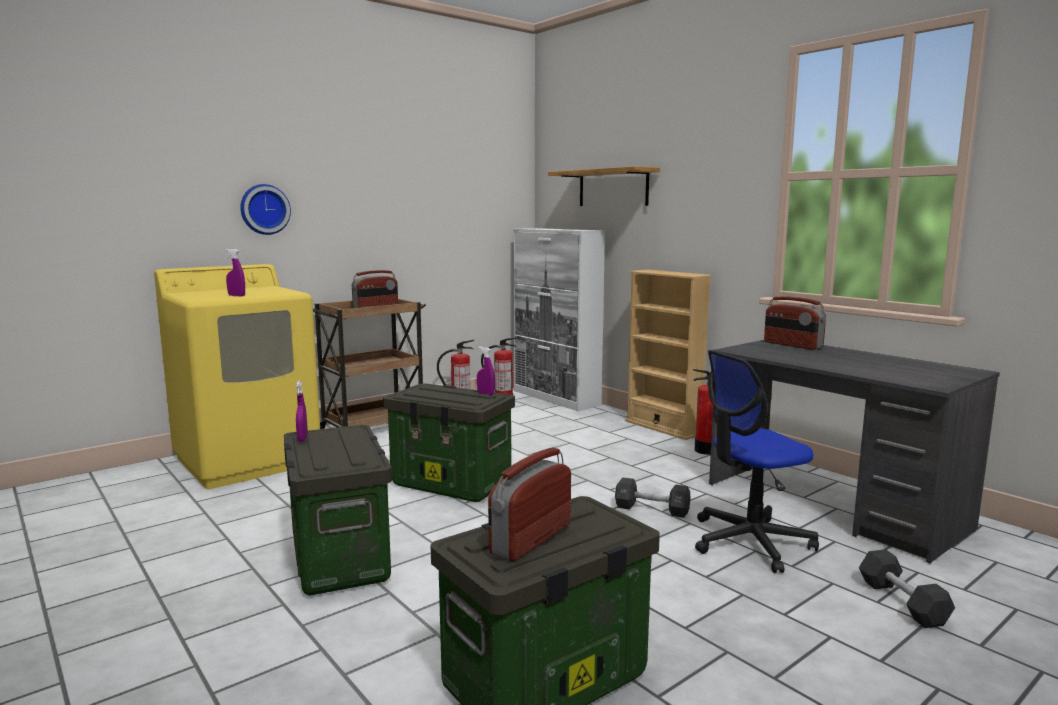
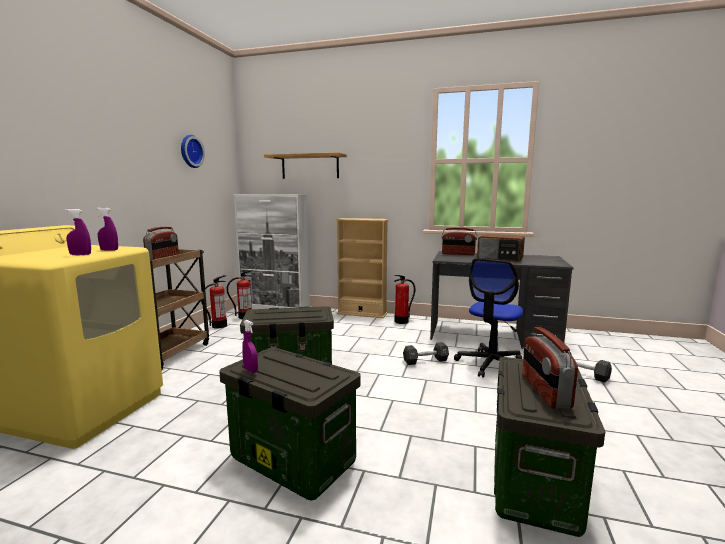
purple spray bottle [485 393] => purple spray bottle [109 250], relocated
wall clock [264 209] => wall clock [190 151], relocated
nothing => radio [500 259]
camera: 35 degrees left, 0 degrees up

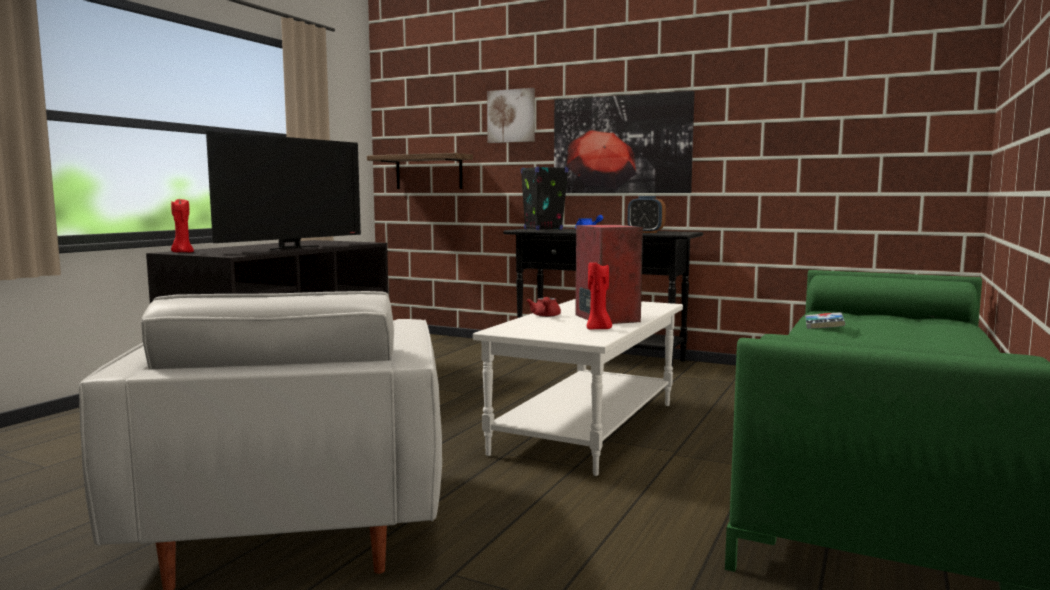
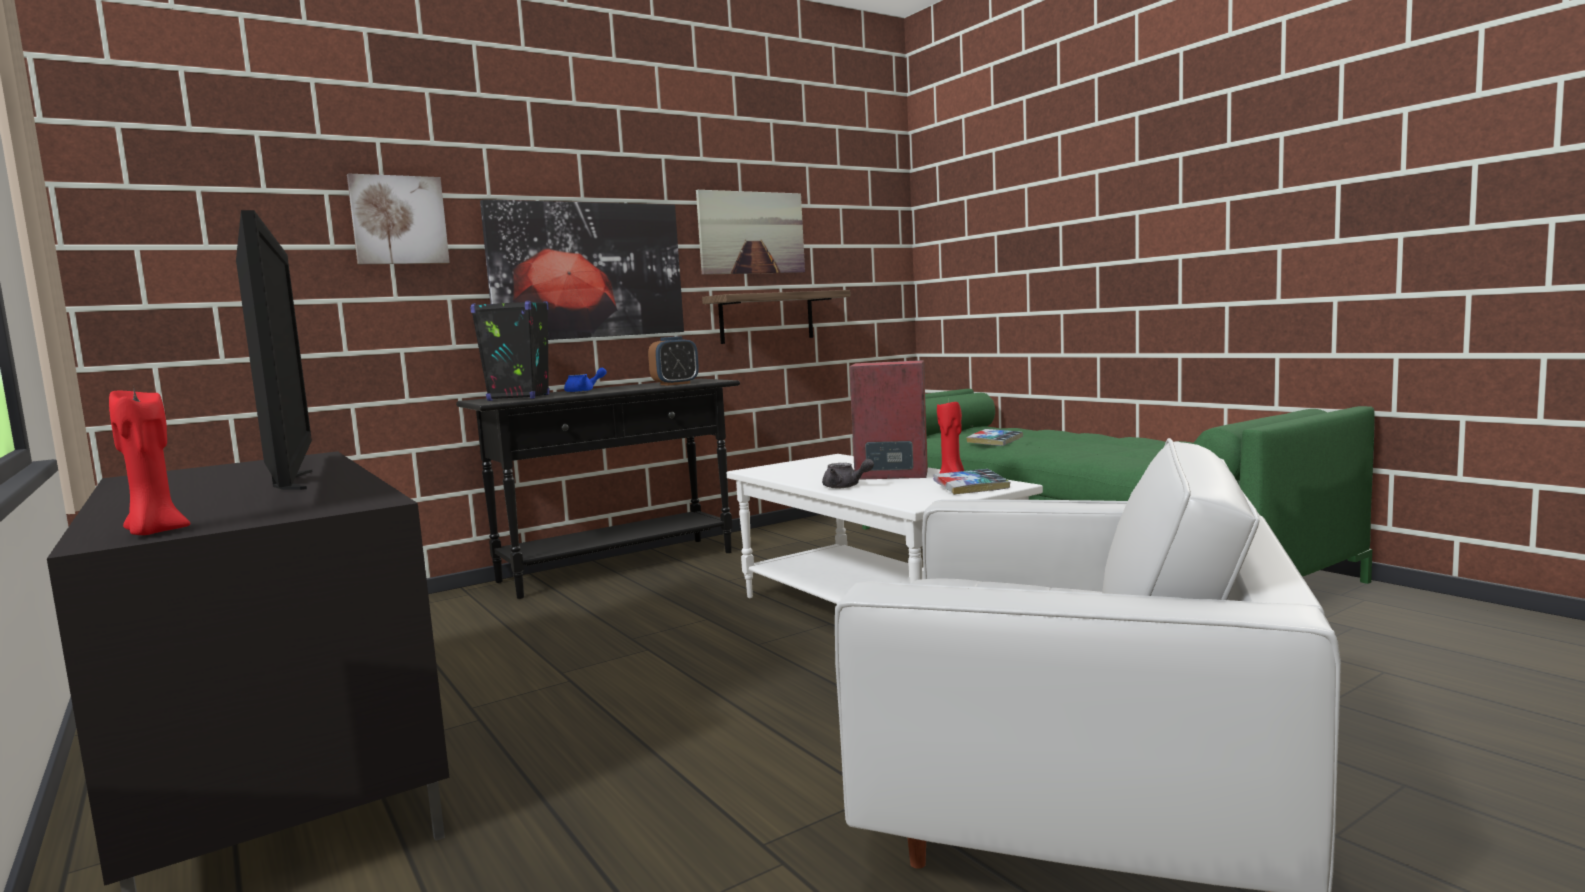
nothing => picture [751 233]
shelf [429 172] => shelf [766 317], relocated
red teapot [545 316] => grey teapot [845 487]
nothing => book [971 488]
camera: 60 degrees left, 0 degrees up

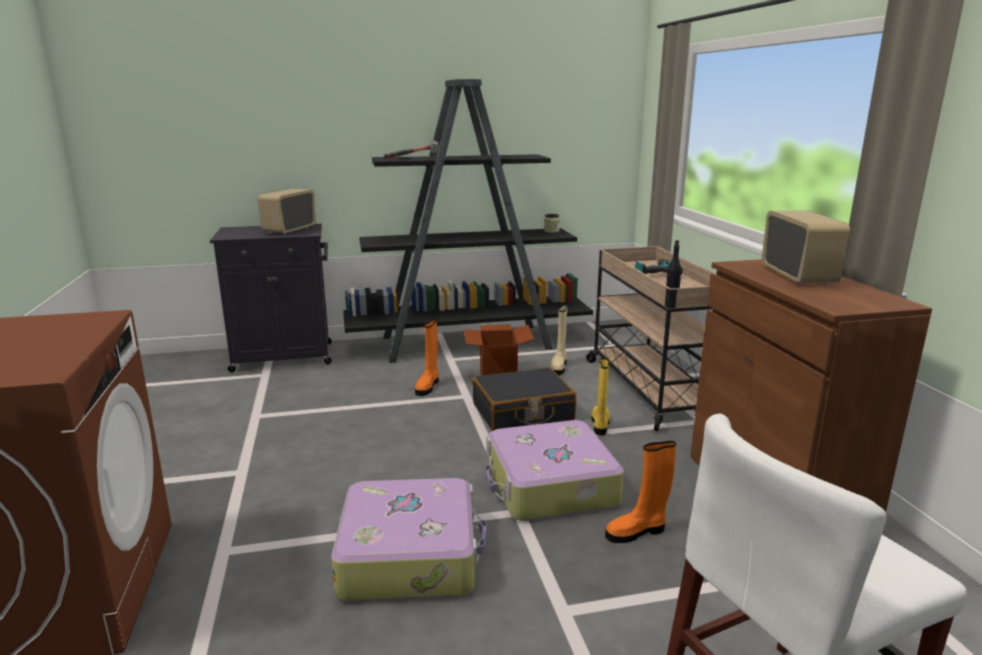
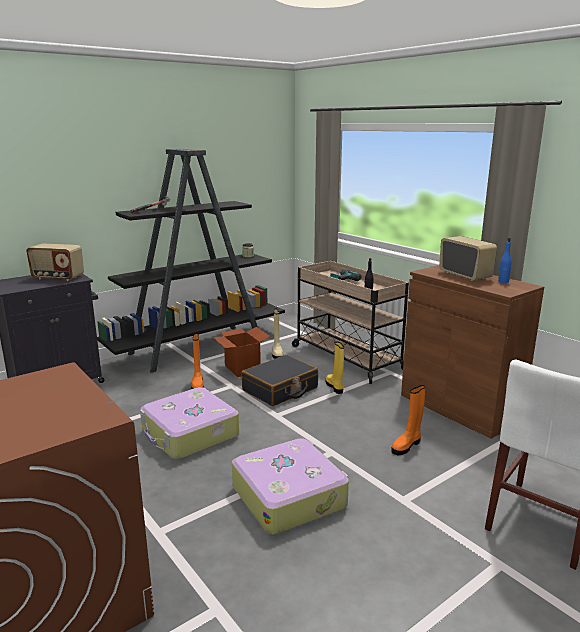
radio [289 230] => radio [57 278], 75 degrees counterclockwise
suitcase [549 486] => suitcase [189 434], relocated
nothing => blue bottle [503 281]
camera: 25 degrees left, 0 degrees up

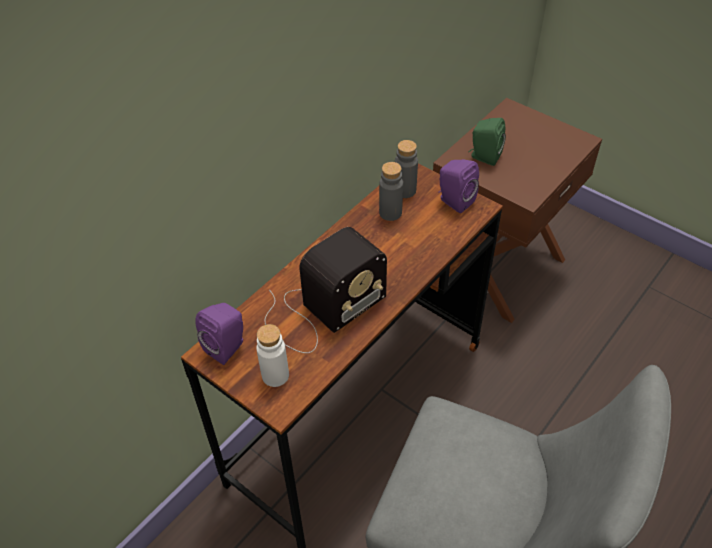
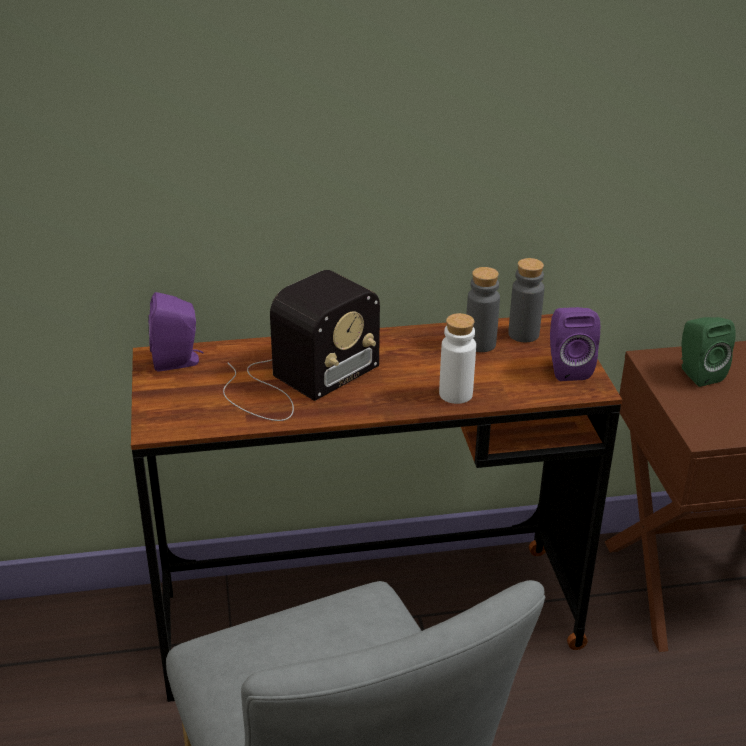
radio [321 311] => radio [296 381], 45 degrees counterclockwise
white bottle [275 375] => white bottle [455 394], relocated
camera: 40 degrees right, 15 degrees down

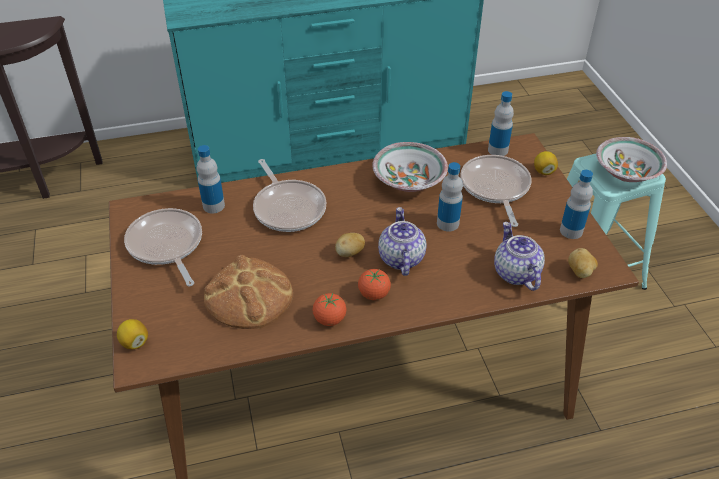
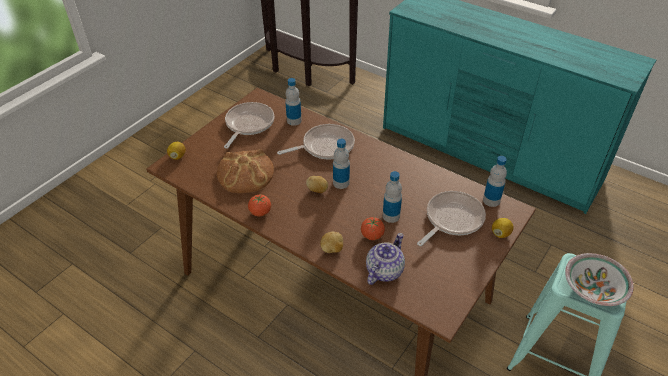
frying pan [288 207] => frying pan [325 146], 135 degrees counterclockwise
potato [580 272] => potato [332 249], relocated
bottle [571 231] => bottle [341 183], relocated
tomato [374 294] => tomato [372 236], relocated
bowl [408 180] => nothing
teapot [400 258] => nothing
camera: 50 degrees right, 0 degrees up

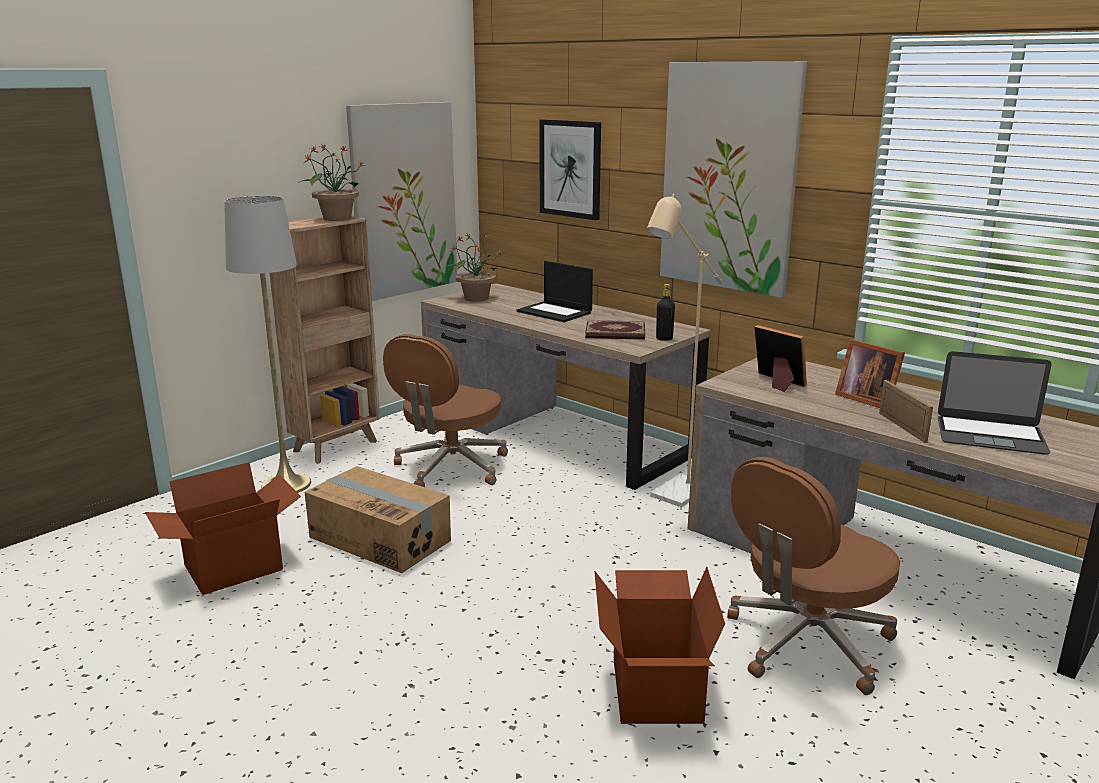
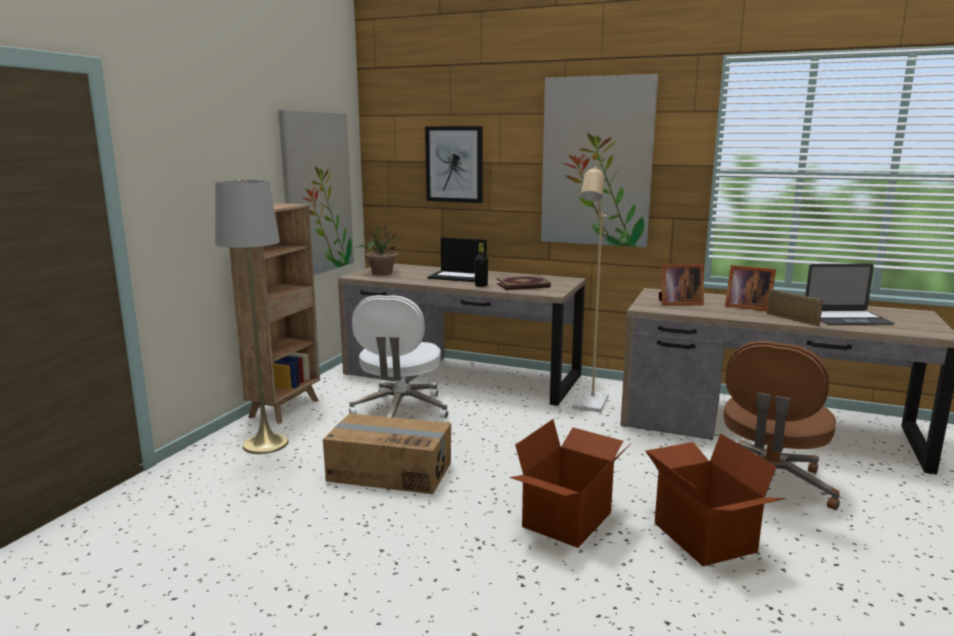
brown office chair [450 468] => white office chair [400 411]
black bottle [664 338] => black bottle [481 285], relocated
cardboard box [234 569] => cardboard box [568 520], relocated
picture frame [777 382] => picture frame [678 303], 150 degrees clockwise
potted plant [336 218] => nothing
camera: 20 degrees left, 5 degrees down

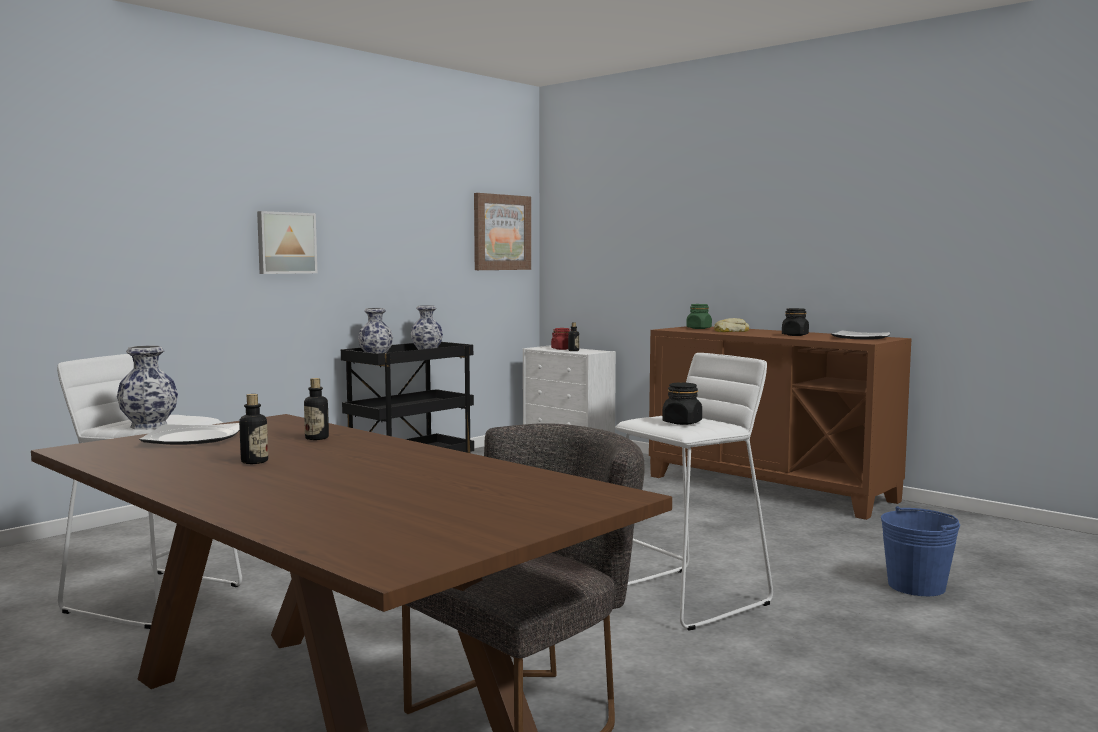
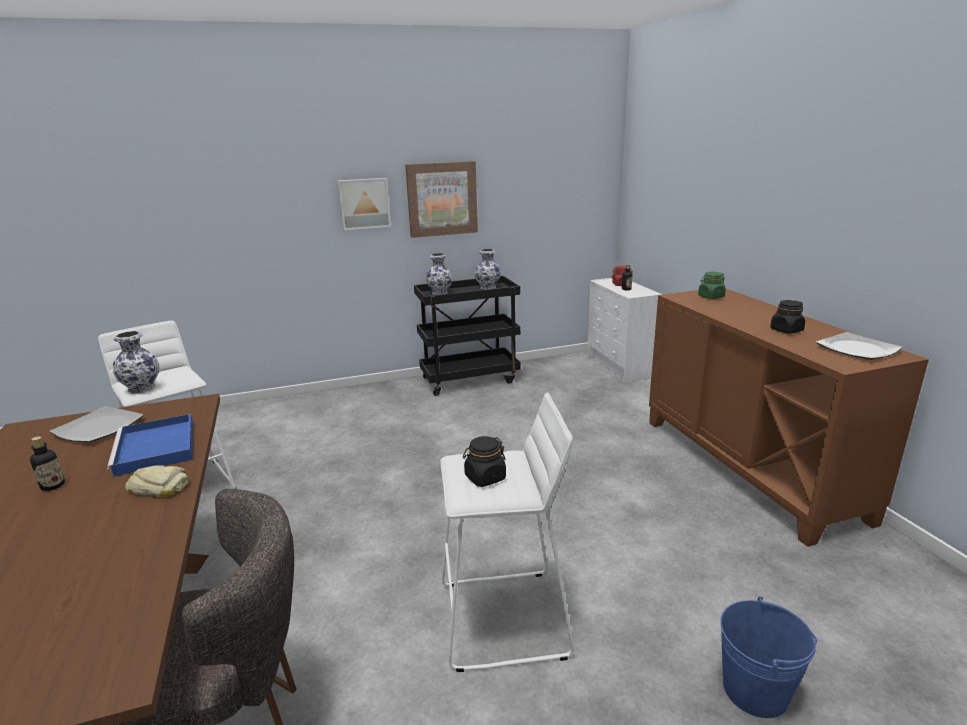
bottle [317 438] => blue tray [156 448]
bread [730 331] => bread [159 486], relocated
picture [501 232] => picture [442 199], relocated
camera: 30 degrees right, 15 degrees up

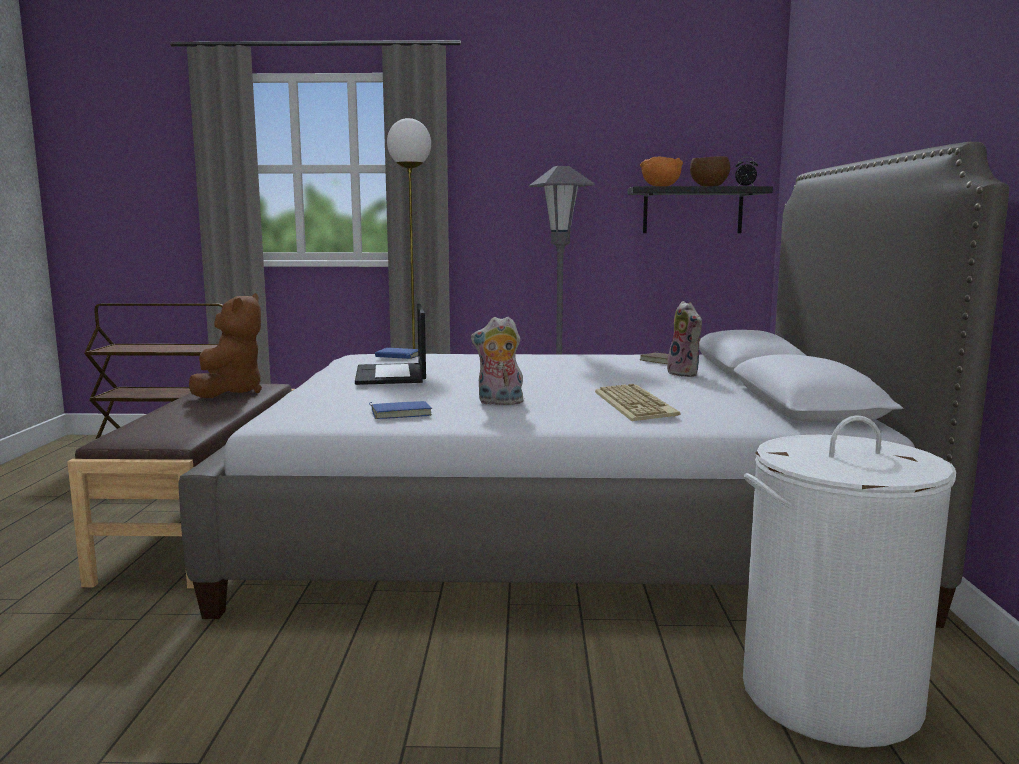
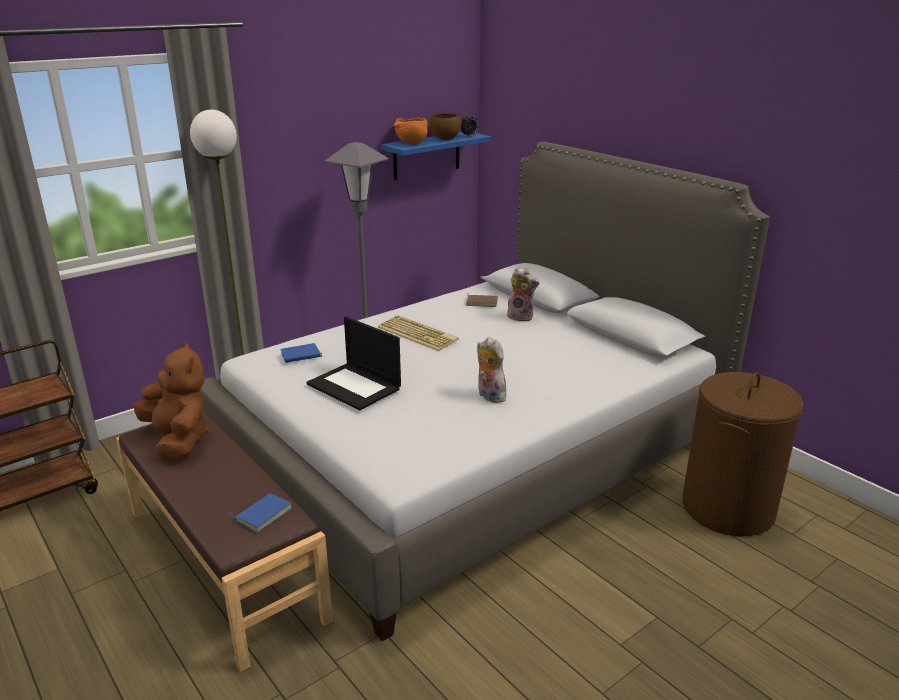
blue book [401 413] => blue book [262 514], relocated
keyboard [637 405] => keyboard [419 334], relocated
black shelf [692 210] => blue shelf [426 155]
plush toy [499 403] => plush toy [489 396], 90 degrees clockwise
white laundry basket [830 696] => brown laundry basket [728 508]
camera: 40 degrees left, 15 degrees up

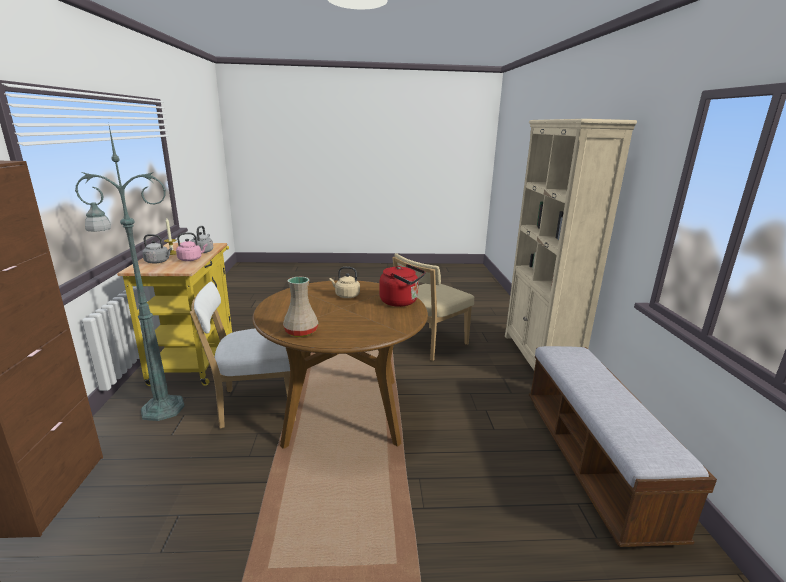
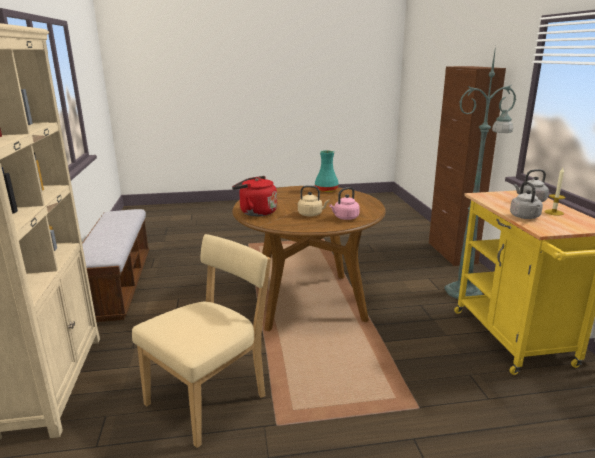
beige vase [300 332] => turquoise vase [327 190]
pink kettle [191 259] => pink kettle [345 218], relocated
white chair [255 405] => nothing
camera: 175 degrees right, 0 degrees up

